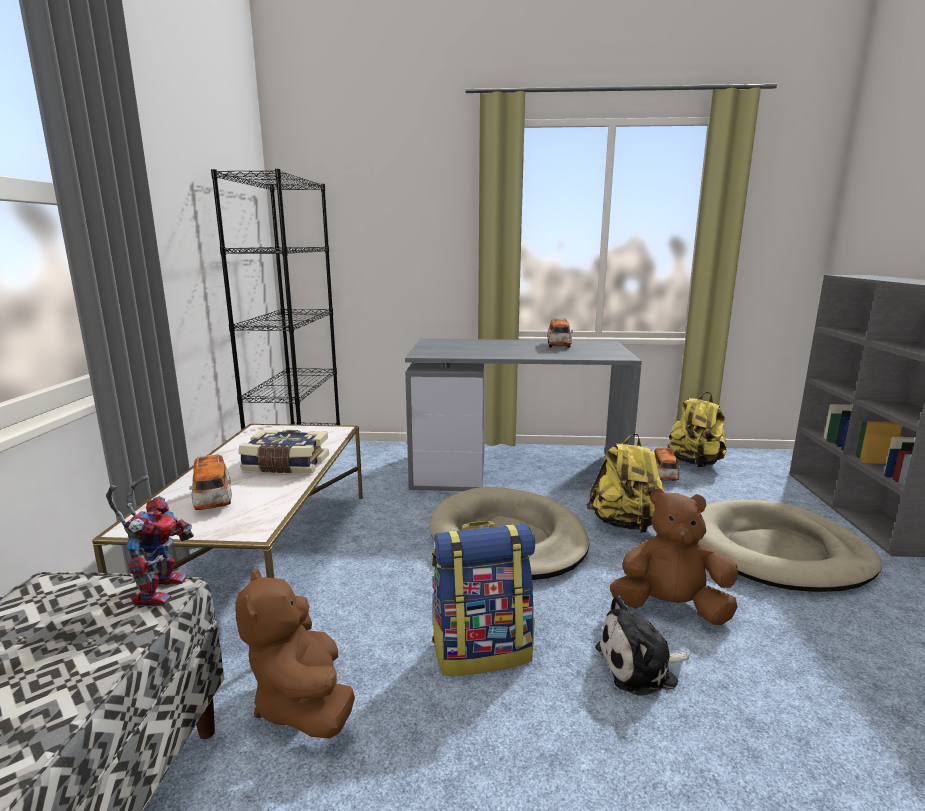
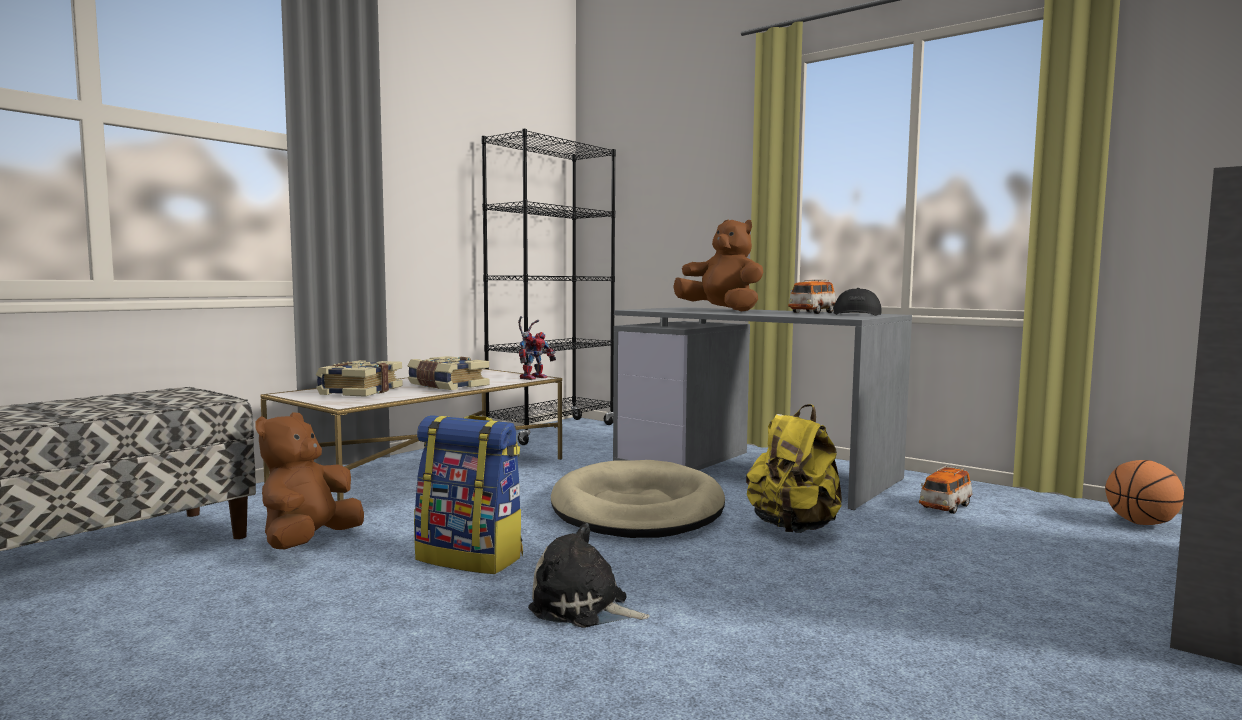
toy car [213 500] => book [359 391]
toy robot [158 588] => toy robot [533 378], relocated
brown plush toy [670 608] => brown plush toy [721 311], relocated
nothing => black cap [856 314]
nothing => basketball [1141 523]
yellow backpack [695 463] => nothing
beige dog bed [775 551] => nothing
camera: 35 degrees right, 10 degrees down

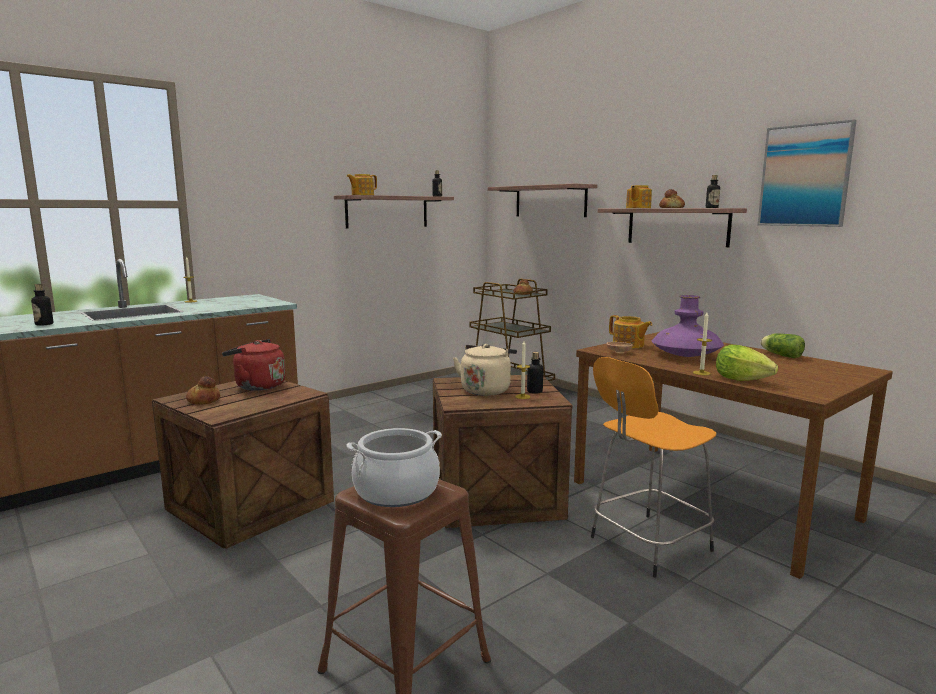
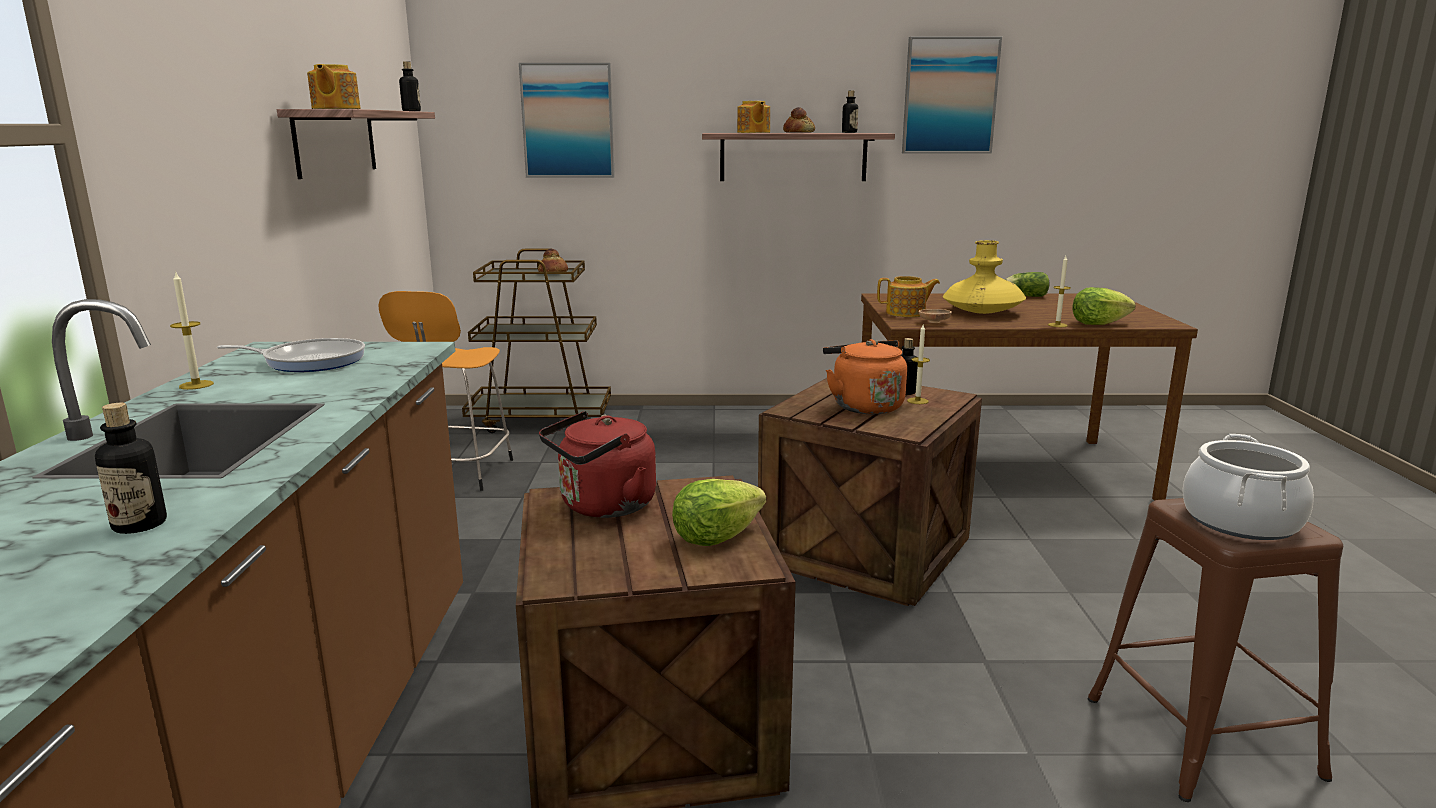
nothing => frying pan [310 361]
orange stool [647 545] => orange stool [457 474], relocated
shelf [550 201] => picture [568 121]
nothing => lettuce [715 537]
beige kettle [486 390] => orange kettle [864 406]
purple vase [686 355] => yellow vase [982 312]
bread [203 400] => nothing
camera: 50 degrees left, 5 degrees up

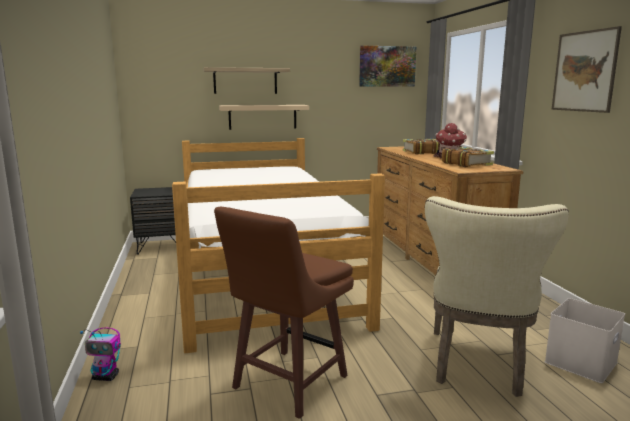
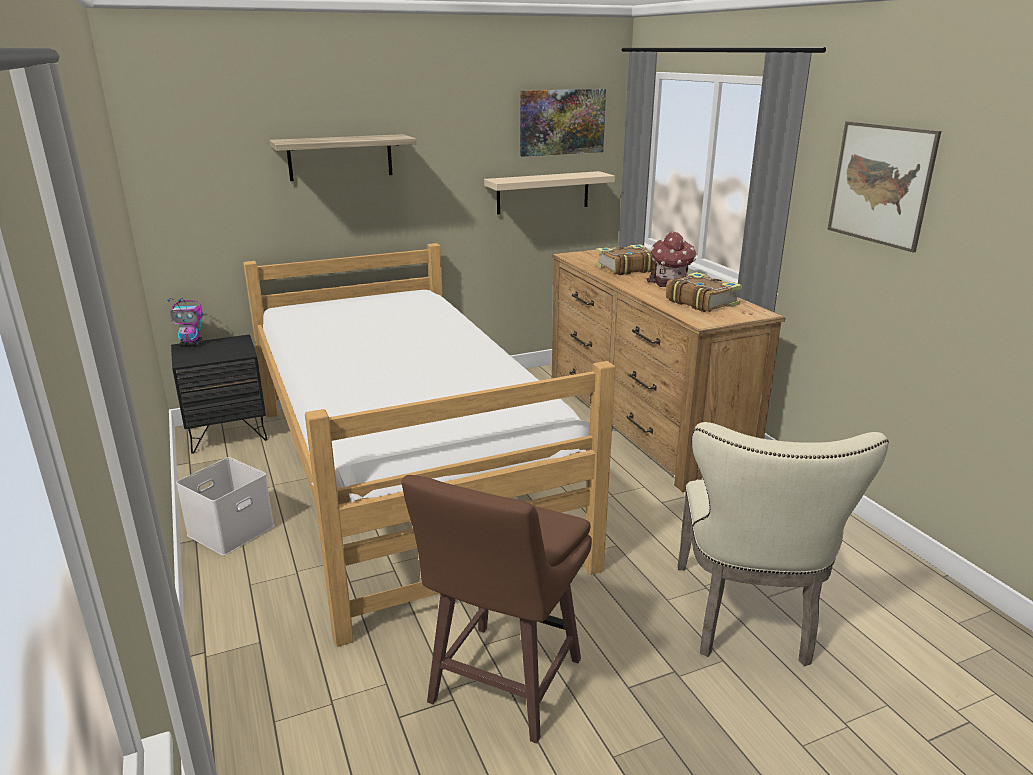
toy robot [106 377] => toy robot [192 345], relocated
white storage box [580 361] => white storage box [231 529], relocated
beige shelf [262 117] => beige shelf [543 192], relocated
camera: 10 degrees left, 10 degrees up

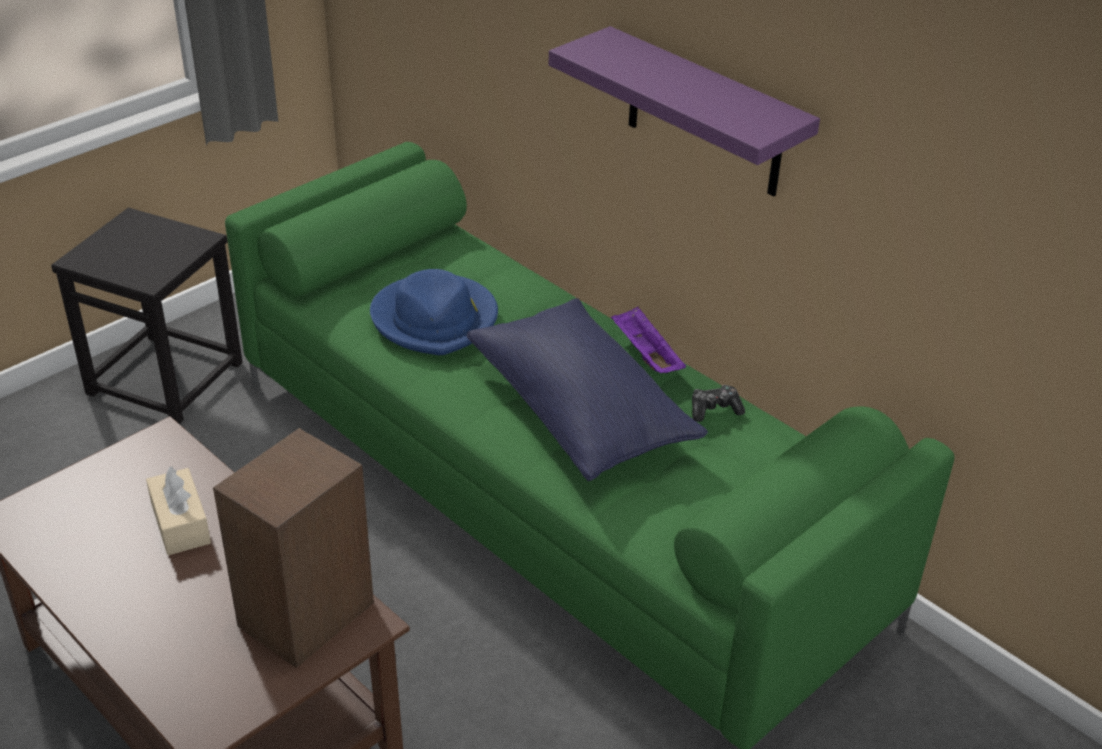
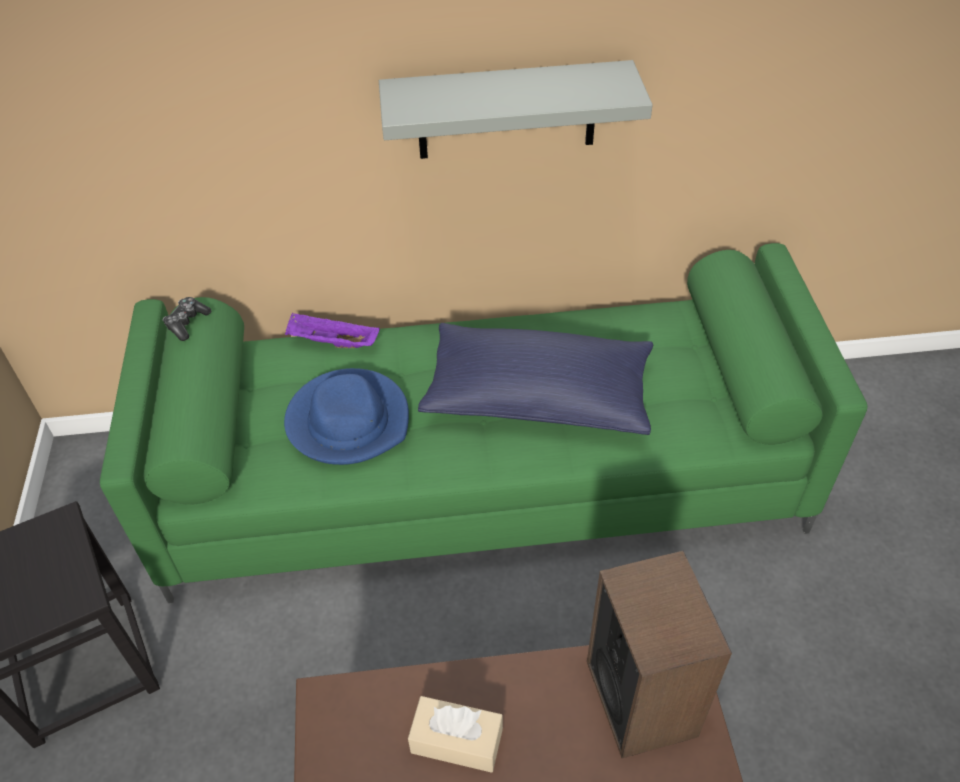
game controller [714 409] => game controller [187 323], relocated
purple tray [645 355] => purple tray [332 343], relocated
purple shelf [704 114] => grey shelf [506 111]
camera: 50 degrees left, 10 degrees up

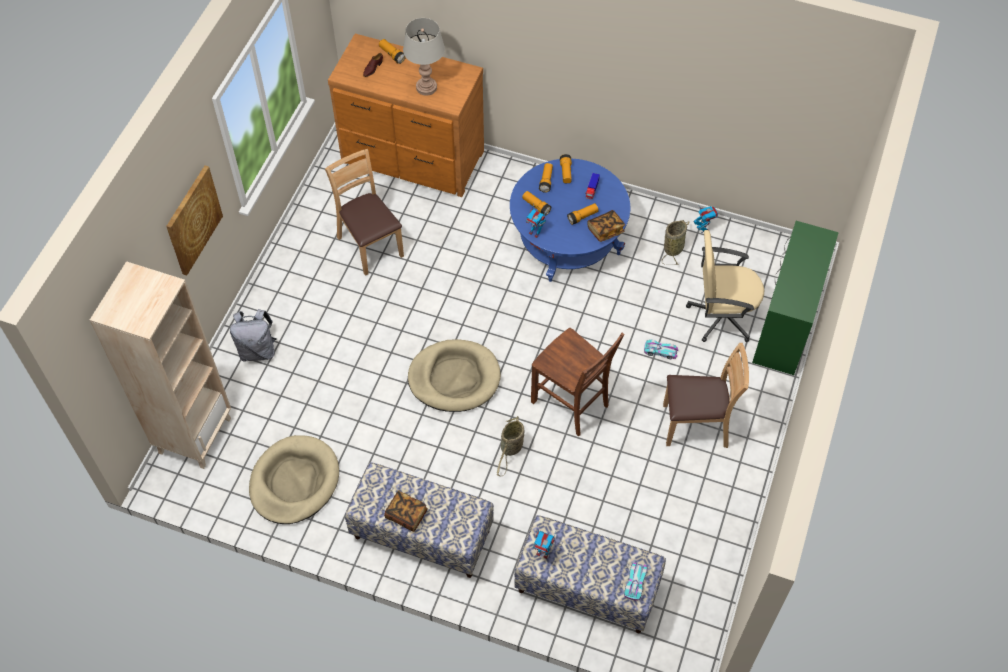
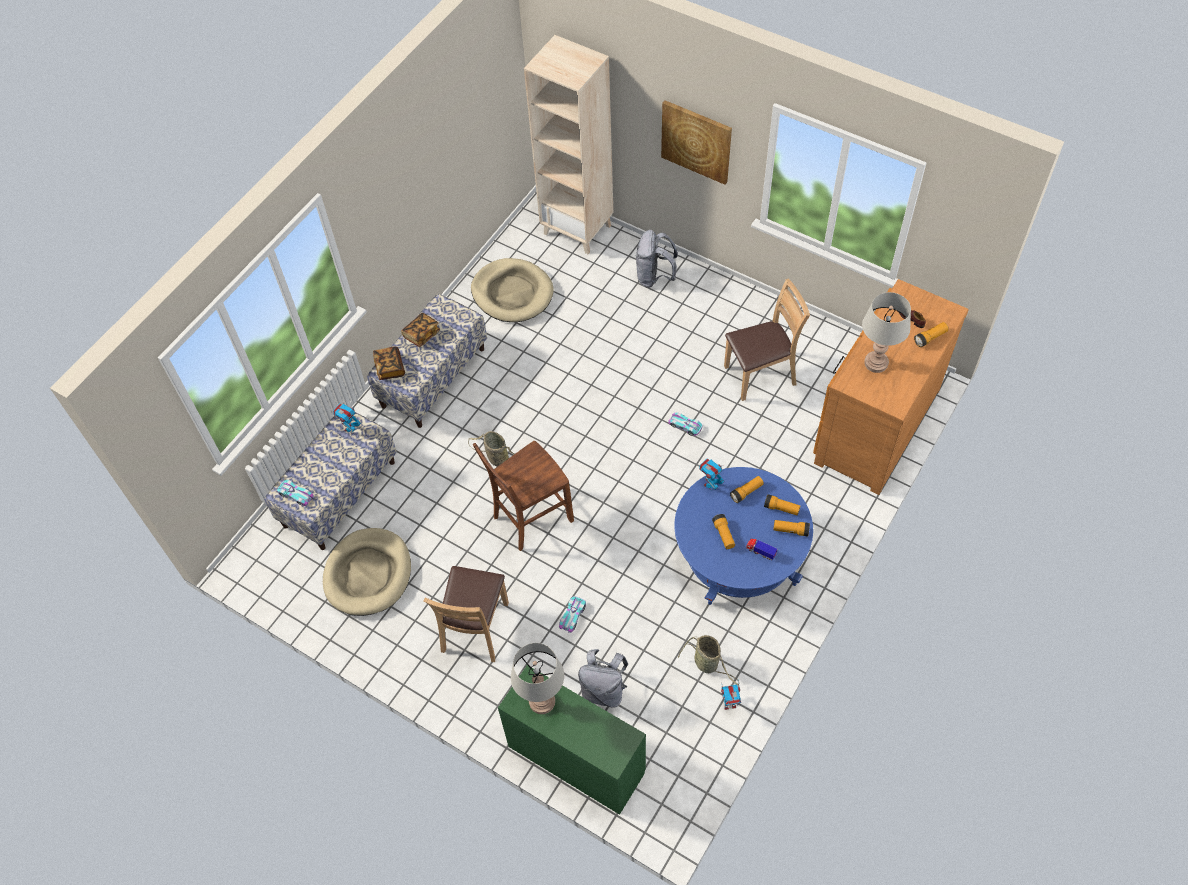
beige dog bed [454 378] => beige dog bed [368 574], relocated
book [605 230] => book [390 368], relocated
nothing => grey table lamp [542 701]
beige office chair [721 315] => grey backpack [603 690]
nothing => toy car [685 425]
camera: 105 degrees right, 0 degrees up

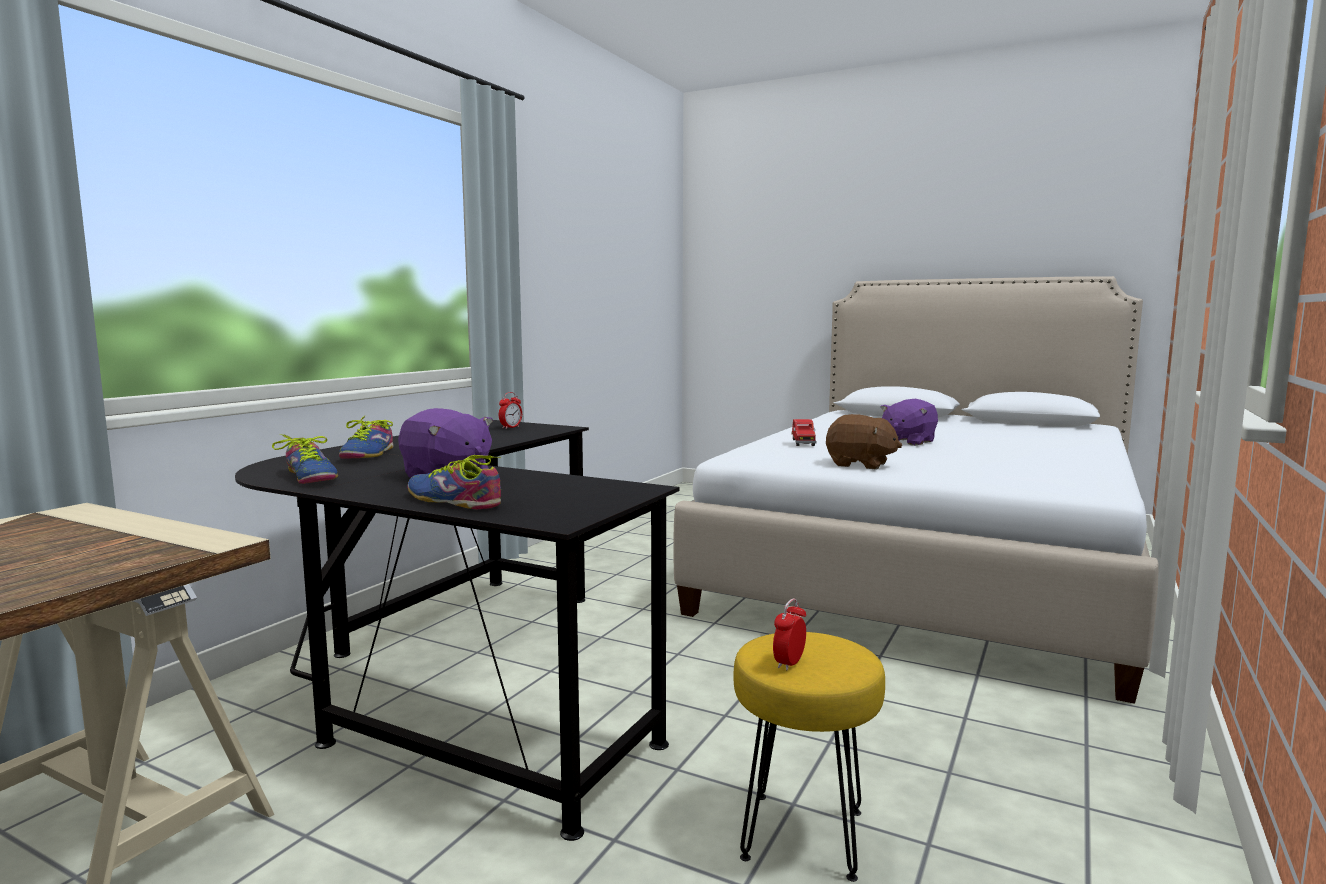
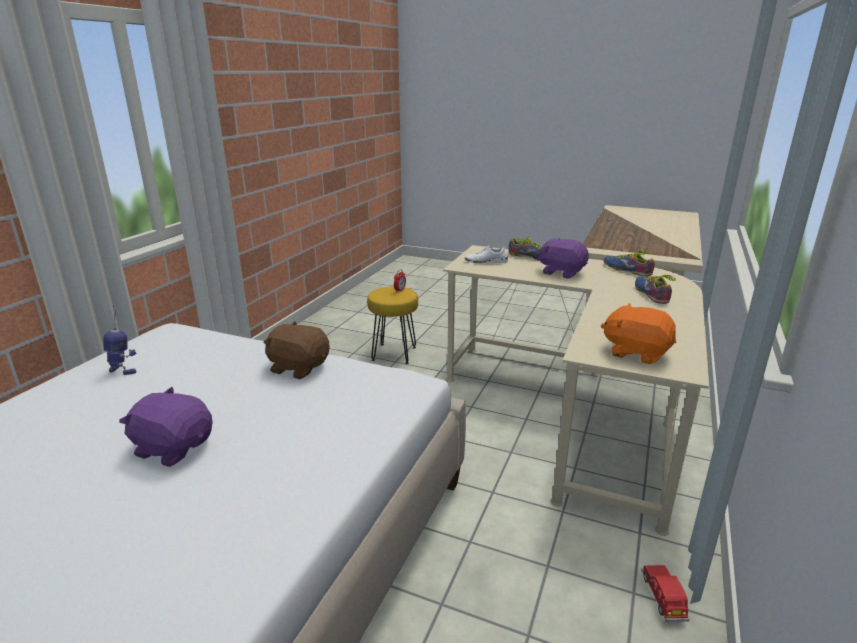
nothing => toy robot [123 371]
purple plush toy [908 441] => purple plush toy [174 447], 105 degrees counterclockwise
black desk [459 678] => beige desk [574 410]
nothing => white shoe [486 261]
alarm clock [510 427] => orange plush toy [636 352]
red toy car [803 442] => red toy car [663 598], relocated
camera: 175 degrees right, 15 degrees up

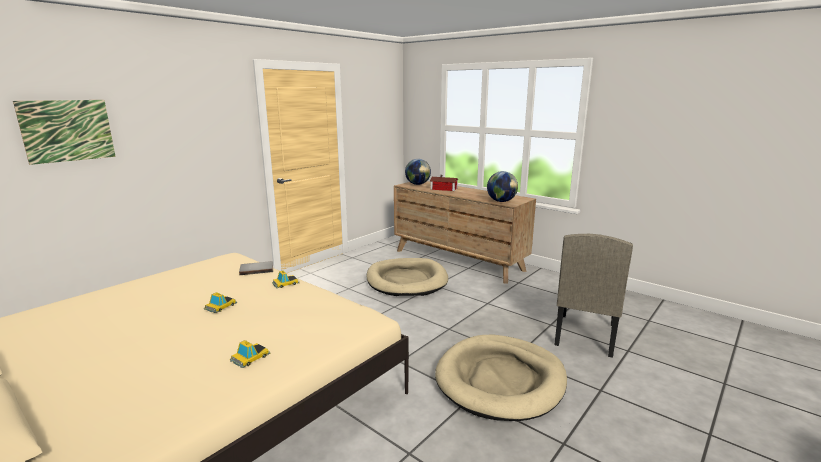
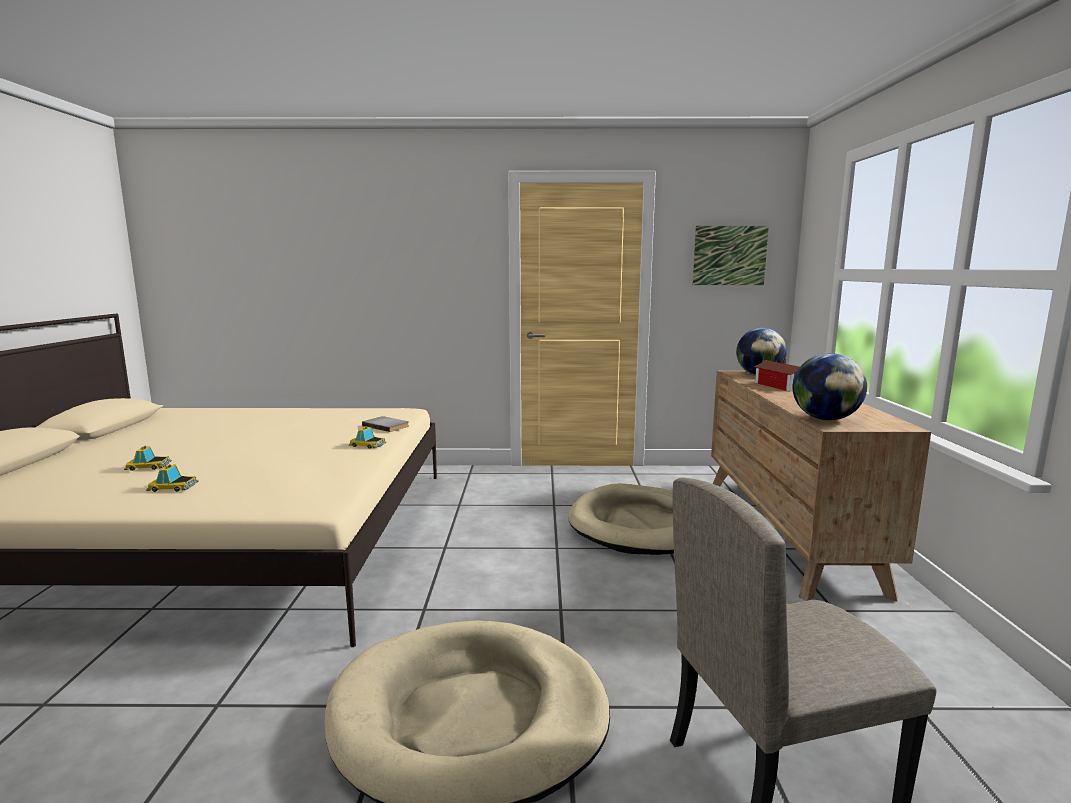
toy car [220 306] => toy car [148 466], relocated
picture [67 130] => picture [729 255], relocated
camera: 50 degrees right, 5 degrees down

